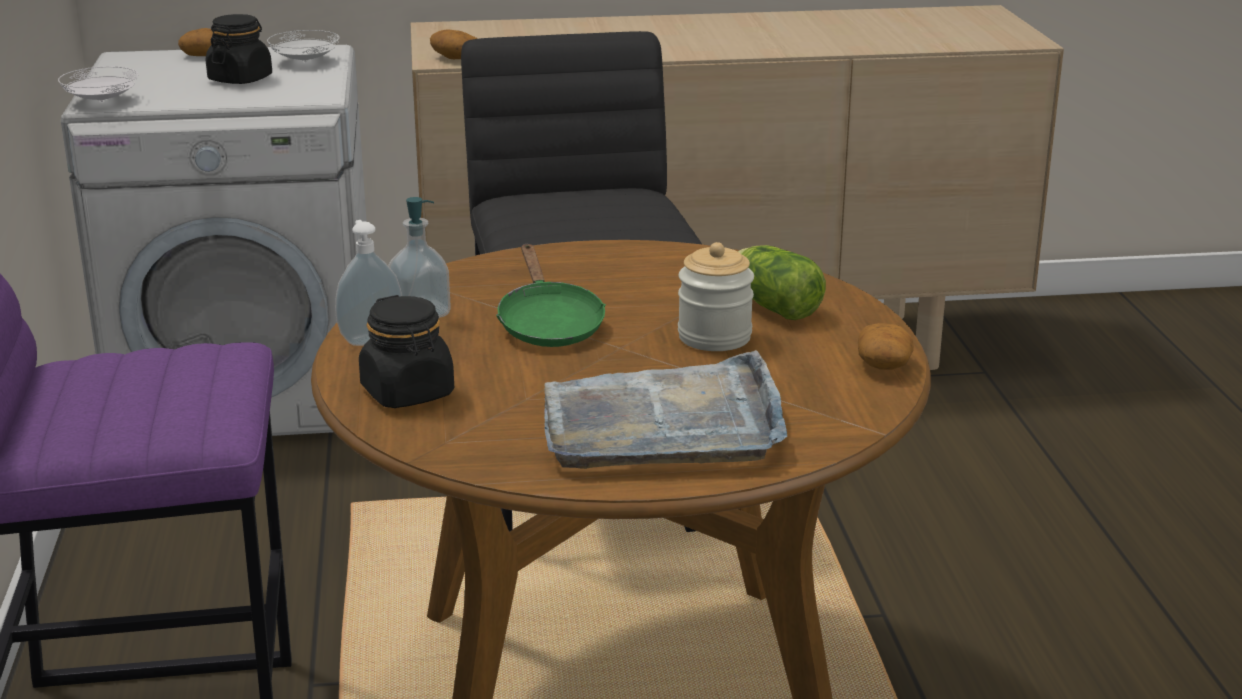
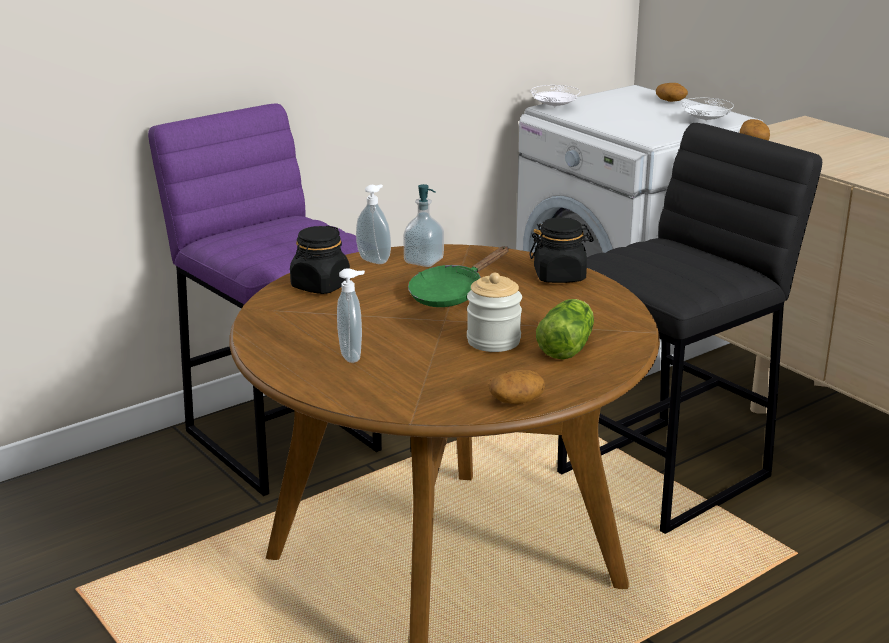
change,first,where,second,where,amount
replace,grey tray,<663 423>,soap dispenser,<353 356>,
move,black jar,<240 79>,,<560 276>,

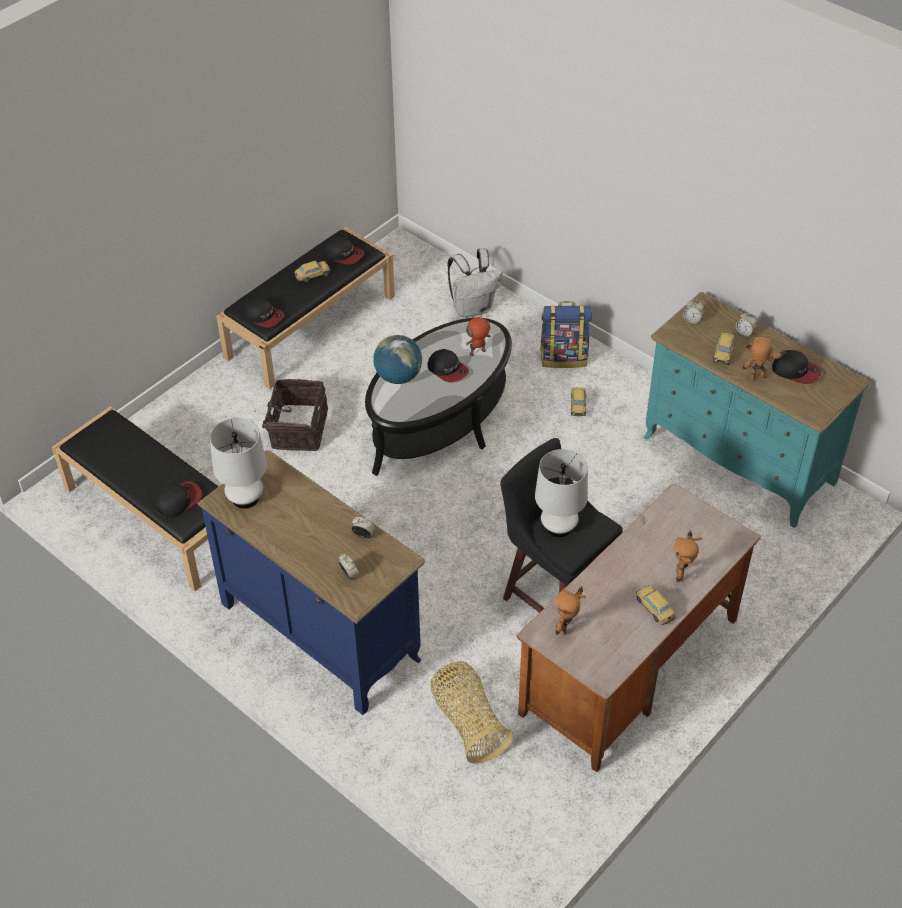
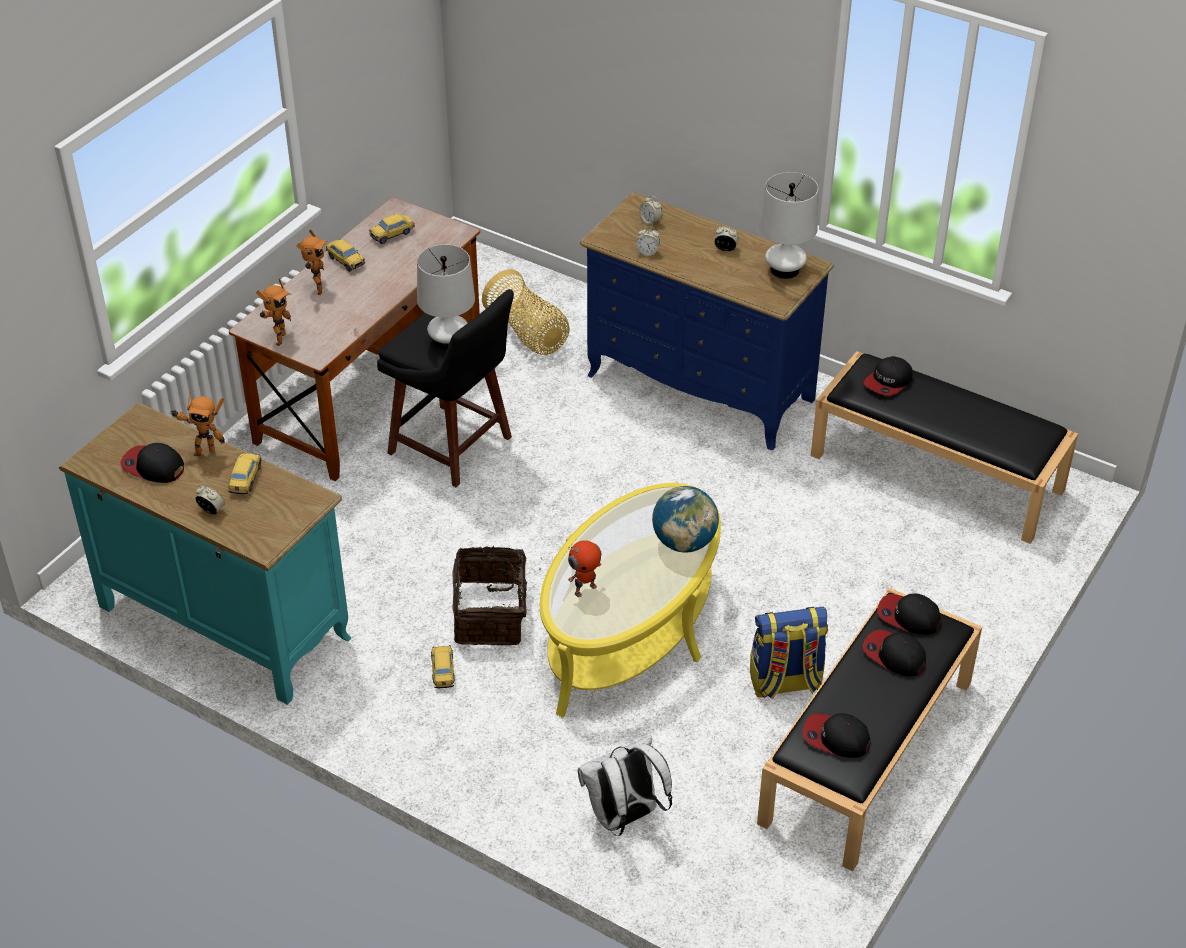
change,first,where,second,where,amount
move,toy robot,<568 629>,,<278 339>,
move,toy car,<312 275>,,<392 234>,
move,basket,<297 428>,,<491 615>,
recolor,black coffee table,<440 420>,yellow coffee table,<630 628>,
move,alarm clock,<692 320>,,<726 249>,
move,backpack,<564 357>,,<785 683>,
move,cap,<448 369>,,<894 655>,

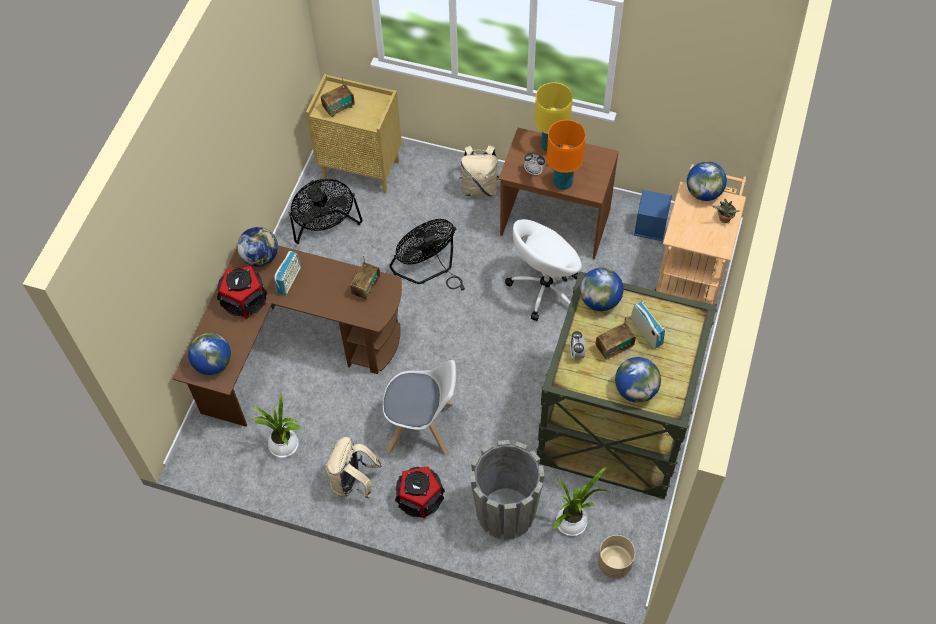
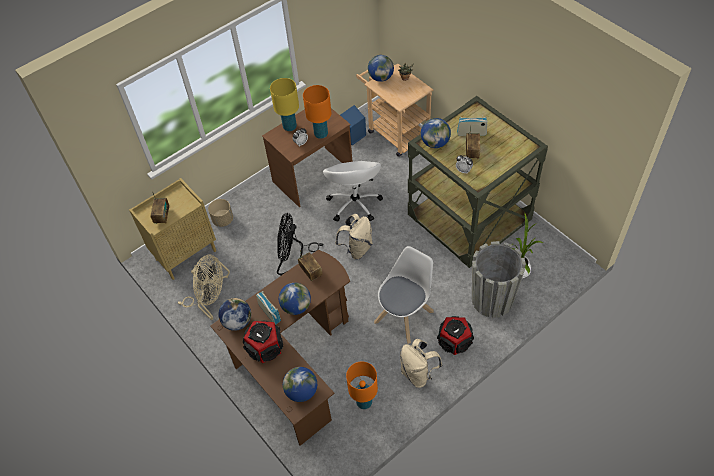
change,first,where,second,where,amount
recolor,black fan,<322 224>,beige fan,<209 297>,
move,beige planter,<614 563>,,<223 220>,
move,globe,<635 390>,,<296 307>,
move,beige backpack,<480 187>,,<357 249>,
replace,potted plant,<285 446>,orange table lamp,<364 402>,

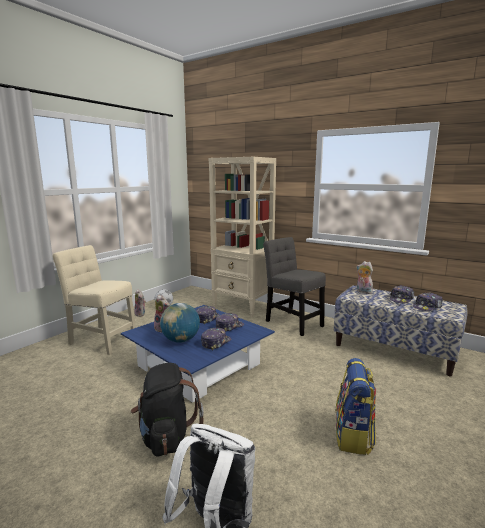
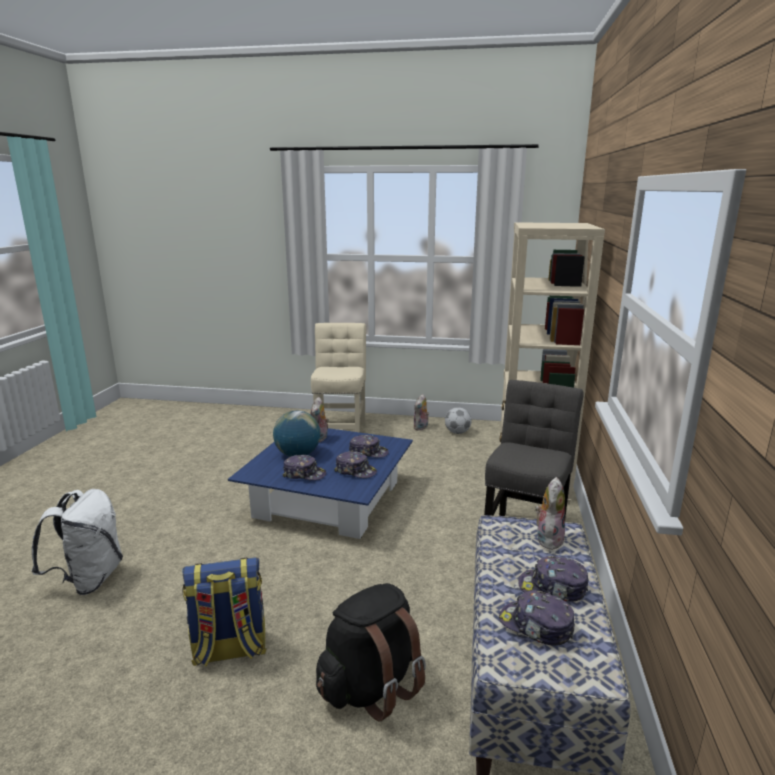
change,first,where,second,where,amount
move,black backpack,<166 437>,,<372 686>,

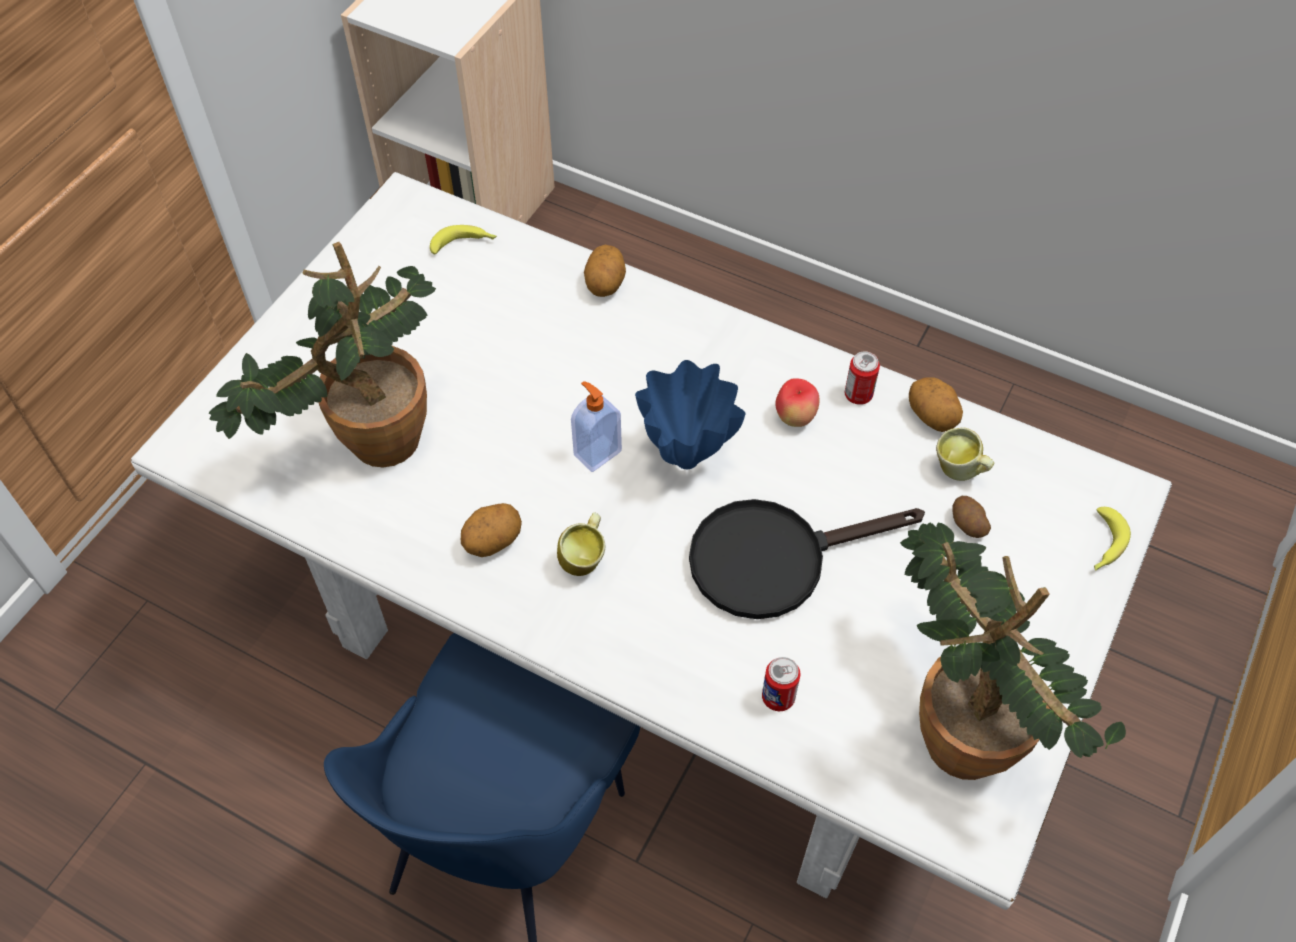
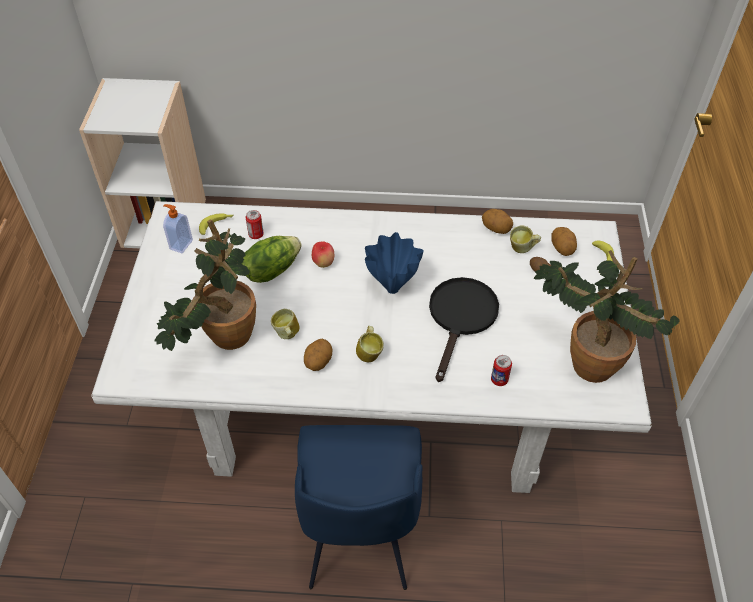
change,first,where,second,where,amount
move,soap dispenser,<596 452>,,<180 244>,
insert,,,lettuce,<271 270>,
move,can,<858 395>,,<256 235>,
insert,,,mug,<286 335>,
move,apple,<795 418>,,<323 263>,
rotate,black frying pan,<774 558>,,<461 318>,150 degrees clockwise
move,potato,<605 284>,,<562 249>,

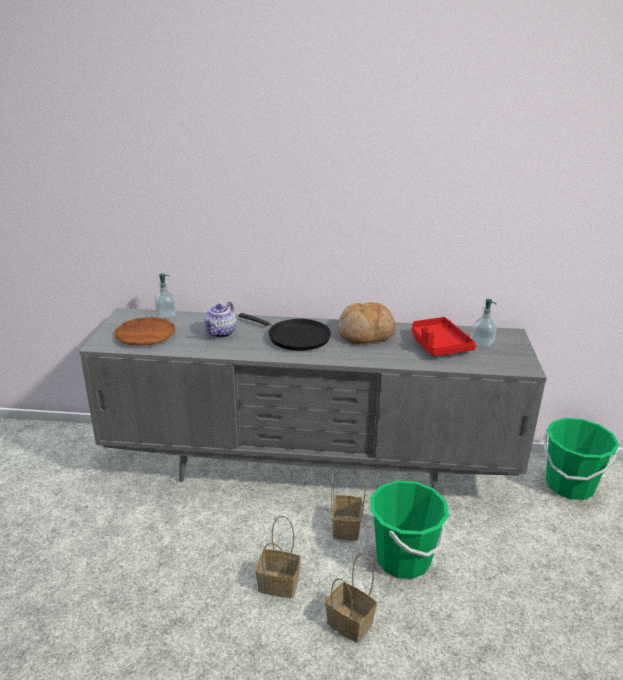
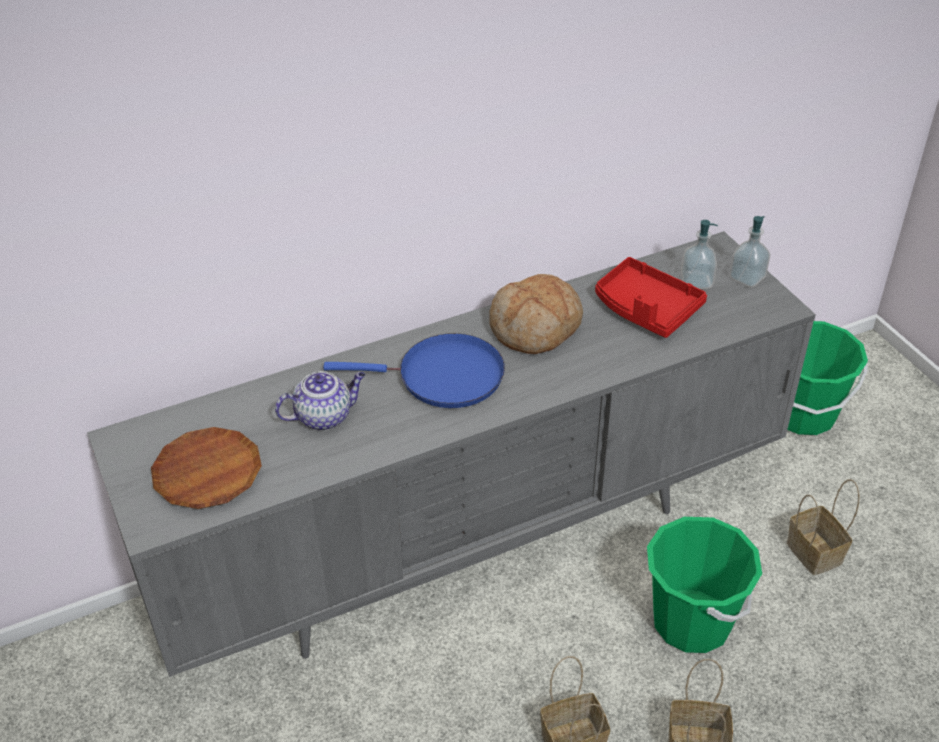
change,first,where,second,where,amount
rotate,teapot,<221 333>,,<324 416>,105 degrees counterclockwise
recolor,black frying pan,<295 337>,blue frying pan,<443 377>,
move,soap dispenser,<166 315>,,<747 278>,
move,basket,<347 528>,,<816 553>,

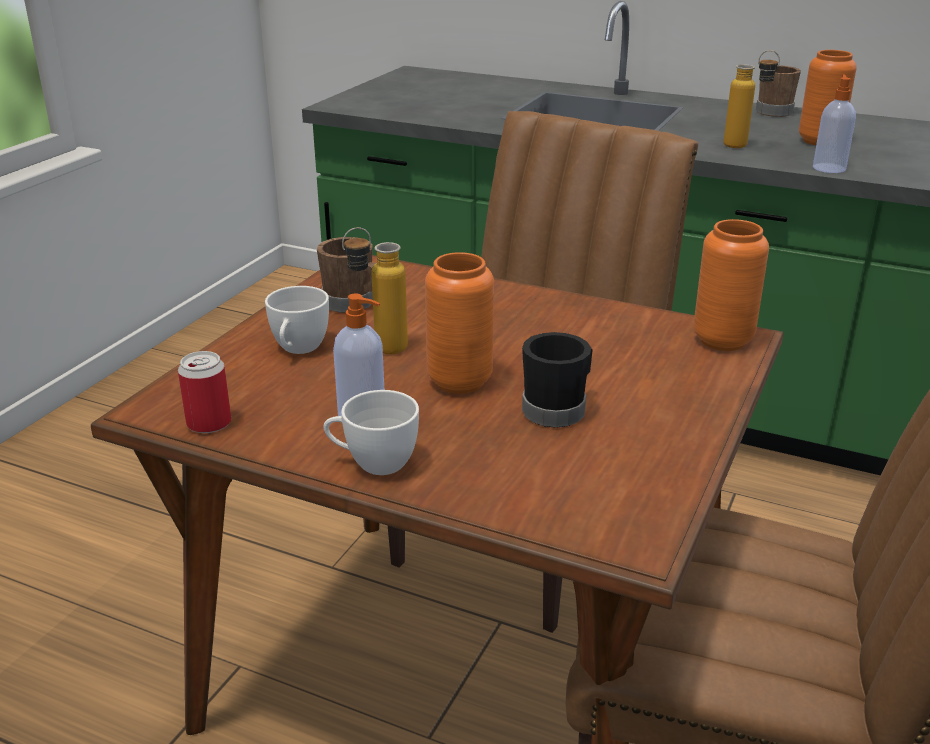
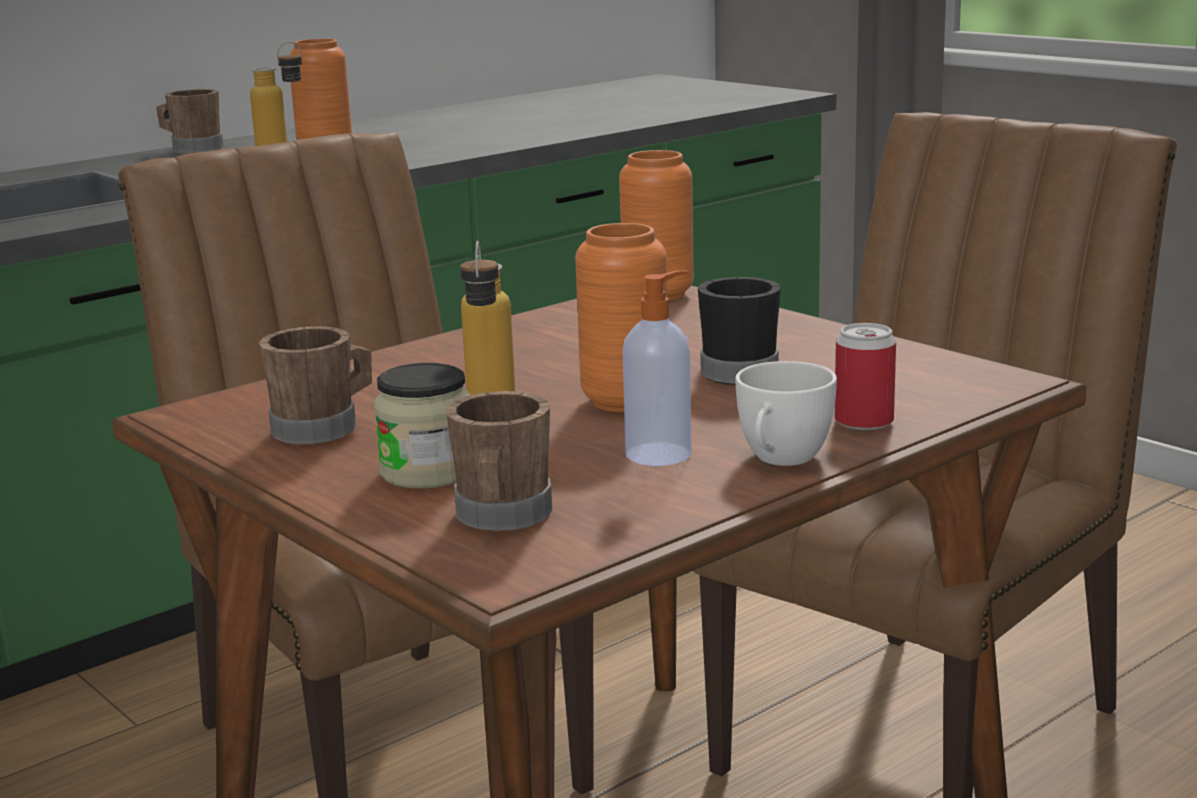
change,first,where,second,where,amount
replace,white cup,<298 349>,jar,<427 471>,
insert,,,brown mug,<502 518>,
move,can,<209 423>,,<864 422>,
delete,soap dispenser,<829 168>,,,

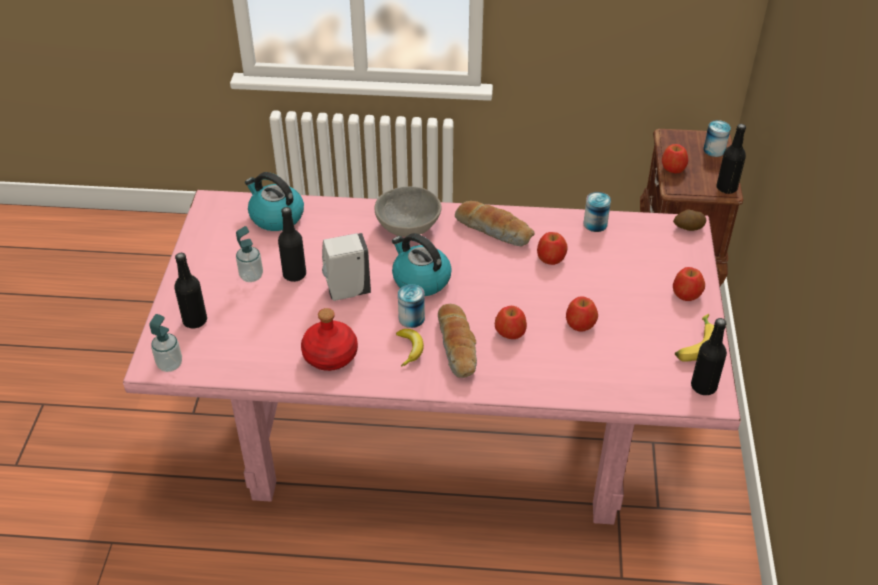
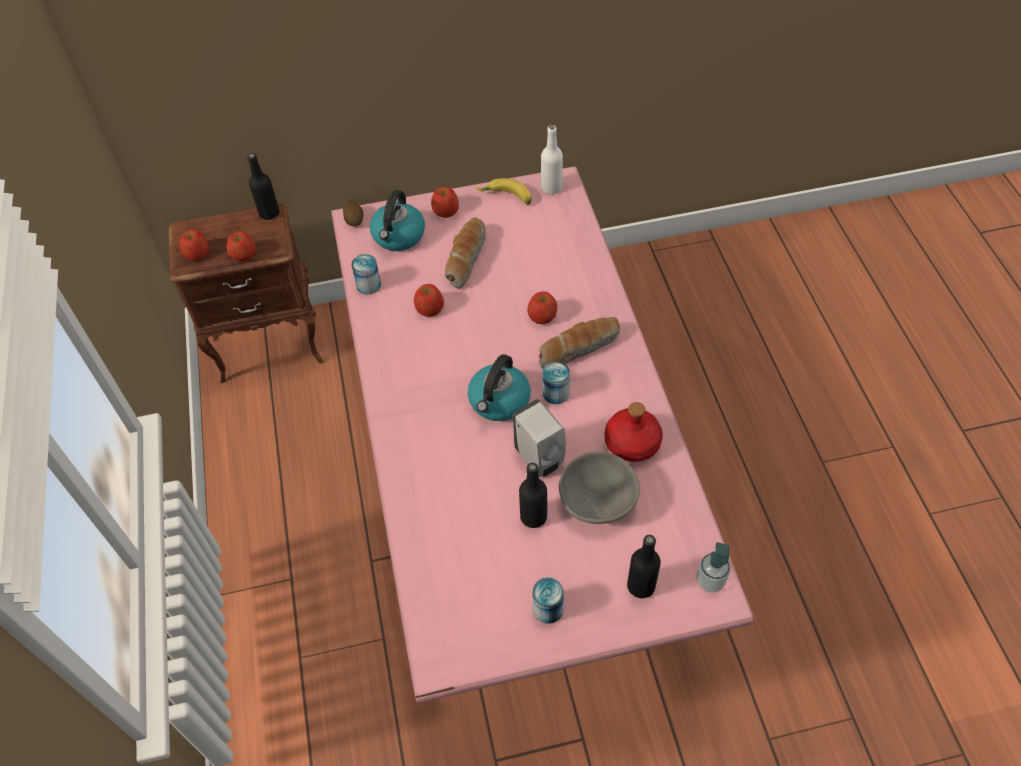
change,first,where,second,where,amount
move,apple,<580 323>,,<197 253>,
move,kettle,<276 216>,,<398 236>,
move,bread,<494 230>,,<465 258>,
move,can,<714 150>,,<548 609>,
recolor,black bottle,<703 386>,white bottle,<551 188>,
move,grey bowl,<408 225>,,<596 501>,
delete,soap dispenser,<251 276>,,,
delete,banana,<410 349>,,,

